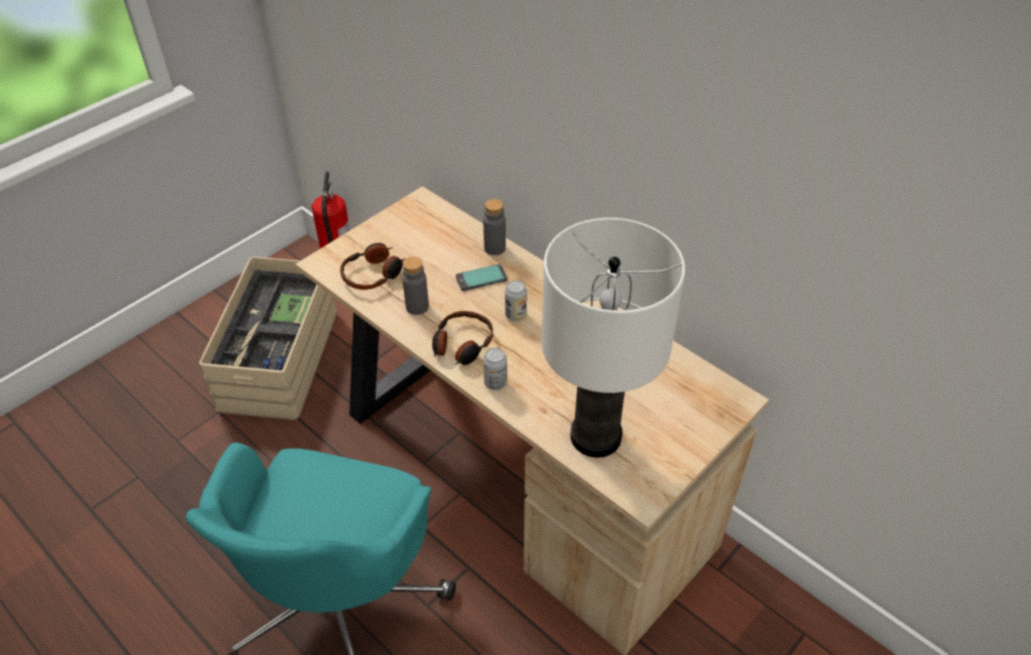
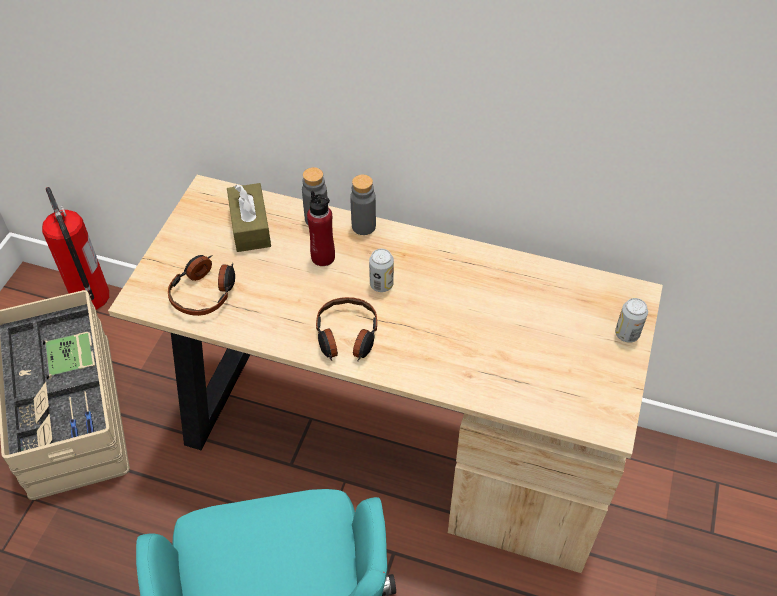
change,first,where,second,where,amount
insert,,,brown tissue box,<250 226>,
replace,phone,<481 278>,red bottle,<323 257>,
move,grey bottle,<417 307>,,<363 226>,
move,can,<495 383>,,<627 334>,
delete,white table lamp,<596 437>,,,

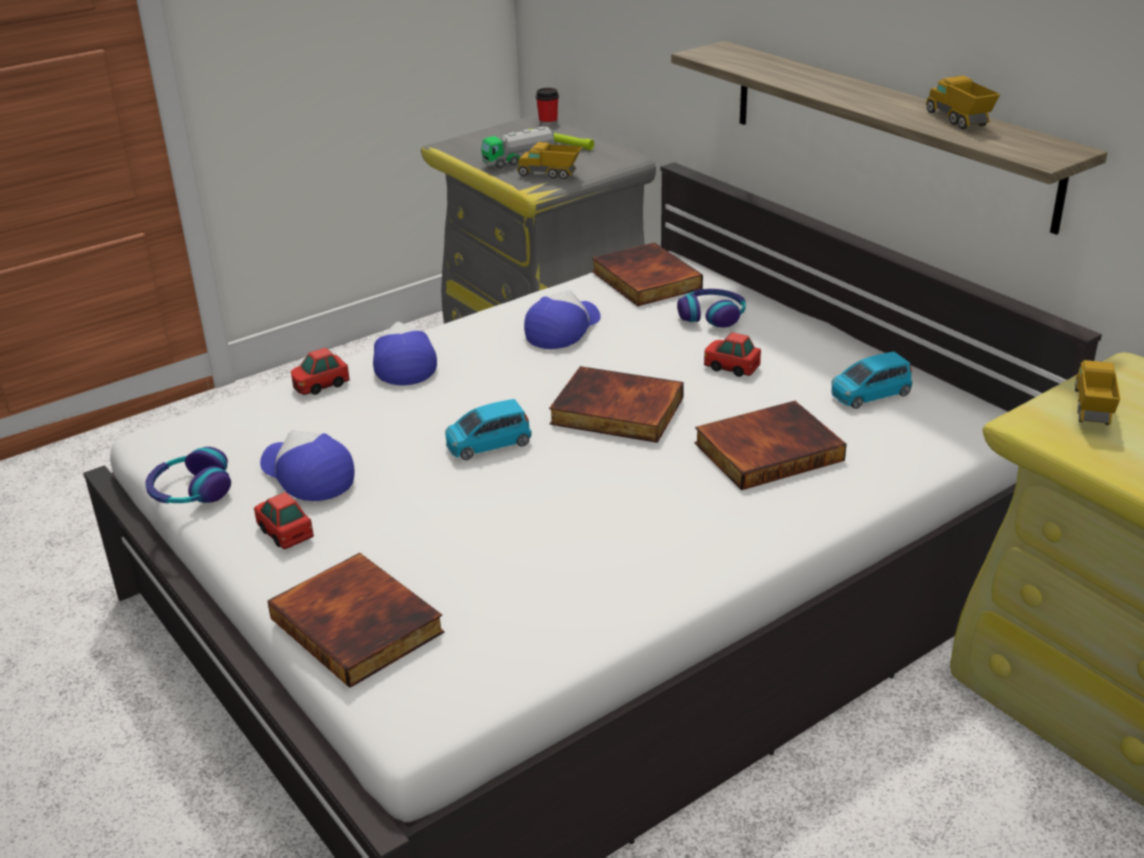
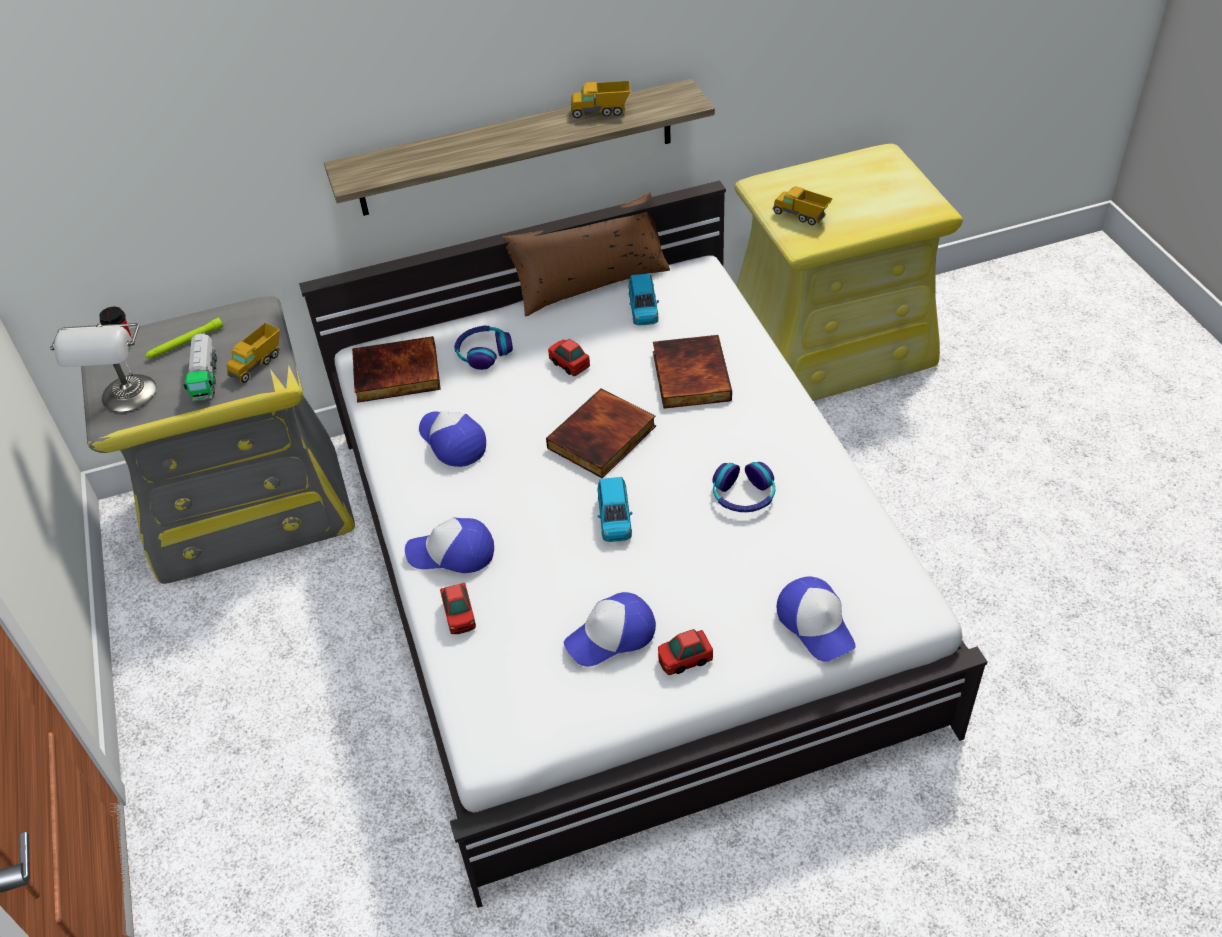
change,first,where,second,where,amount
insert,,,white table lamp,<128 401>,
insert,,,brown pillow,<590 282>,
rotate,toy car,<731 367>,,<569 363>,90 degrees clockwise
move,headphones,<190 491>,,<743 495>,
replace,book,<360 624>,cap,<816 624>,

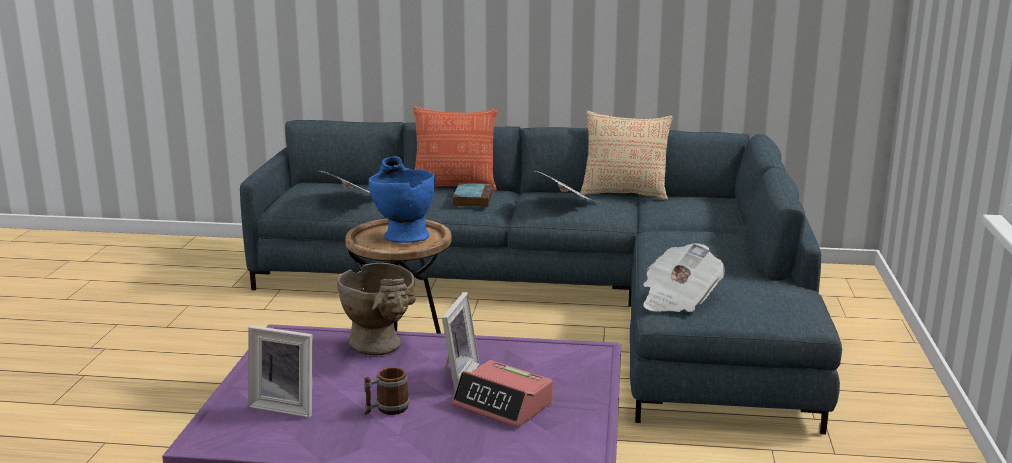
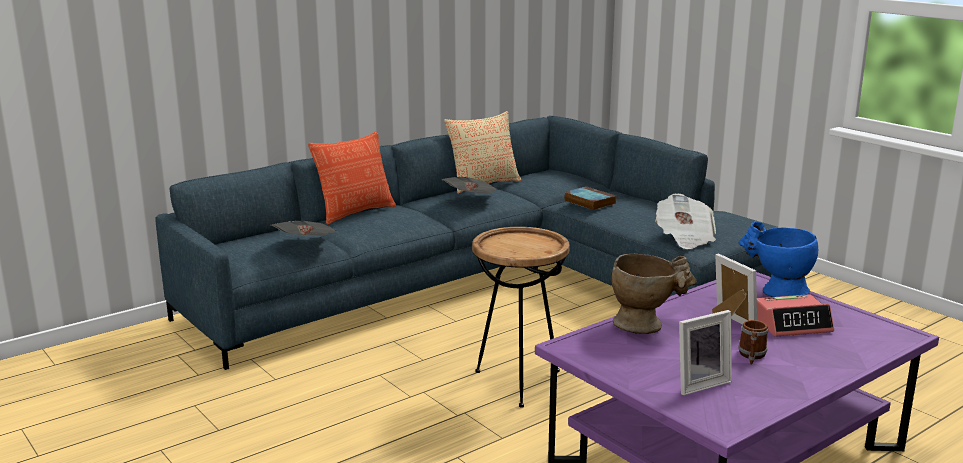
change,first,where,second,where,amount
move,book,<473 199>,,<588 202>,
move,blue vase,<401 235>,,<776 292>,

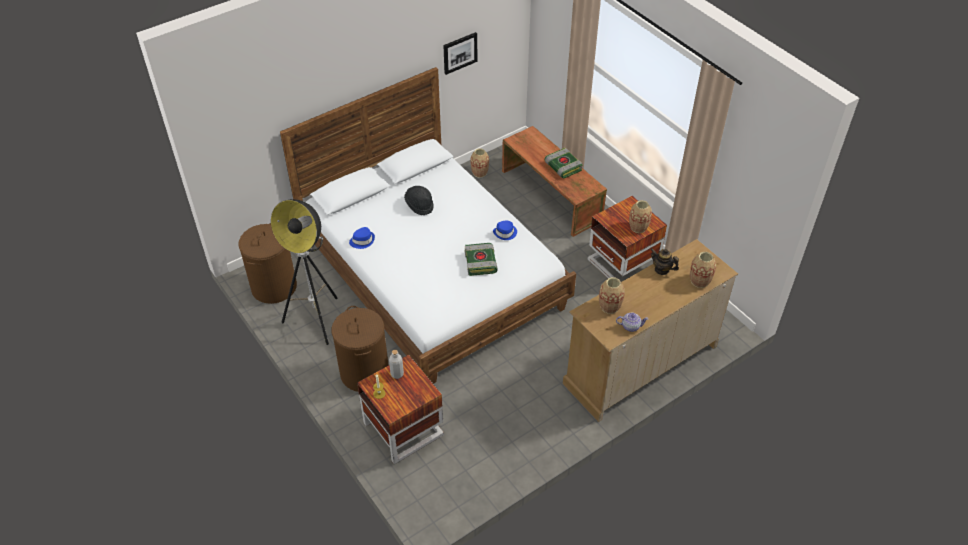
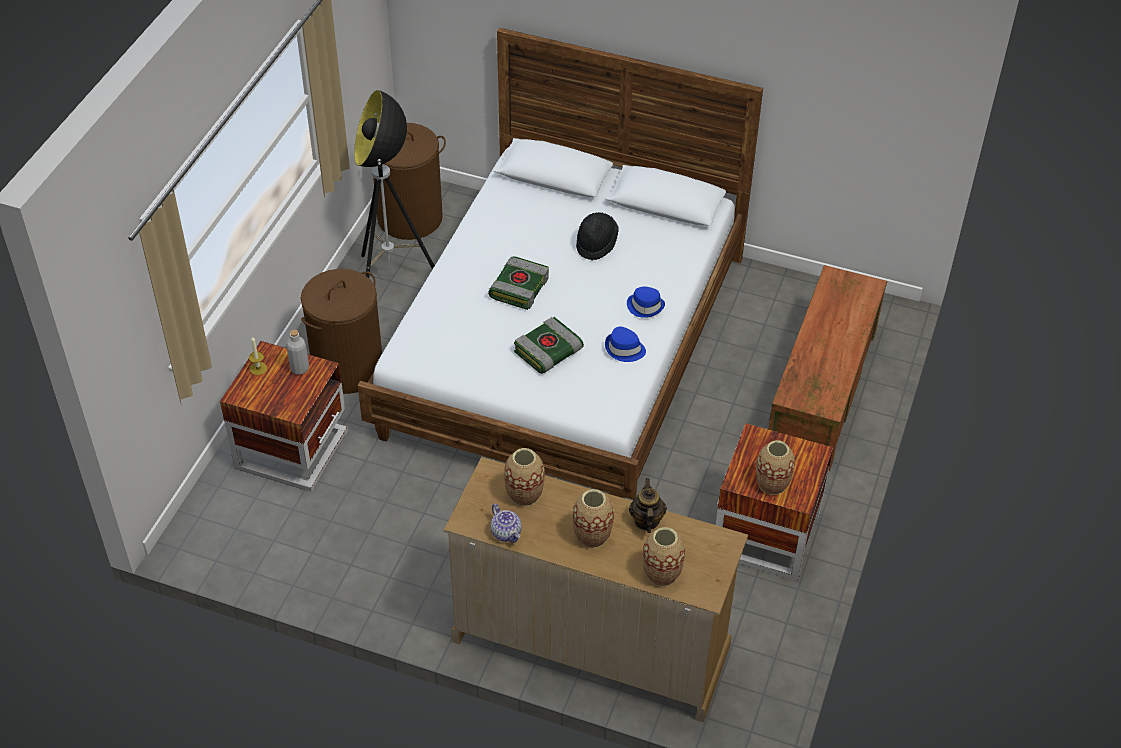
change,first,where,second,where,amount
move,book,<562 166>,,<519 287>,
move,vase,<479 172>,,<592 535>,
move,blue hat,<362 240>,,<645 306>,
delete,picture,<459 52>,,,

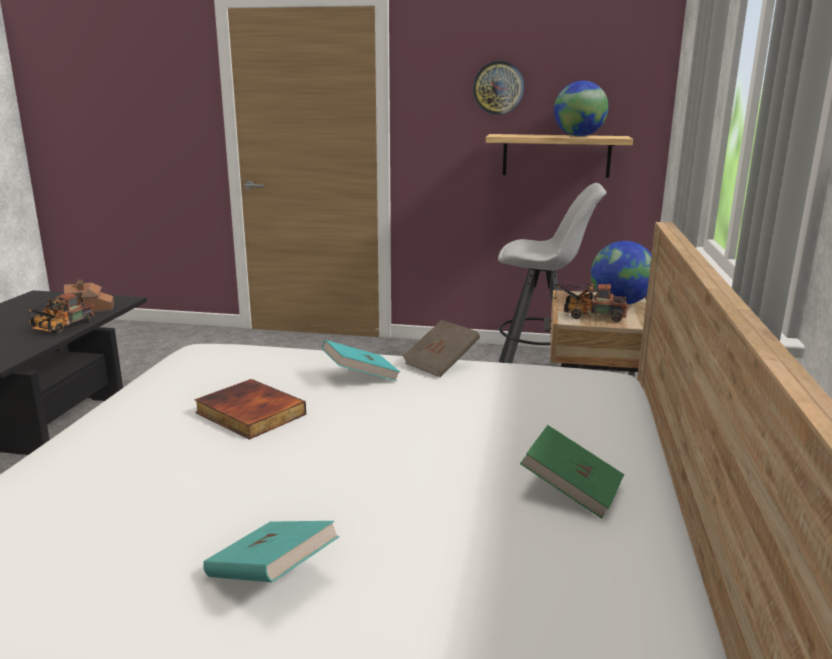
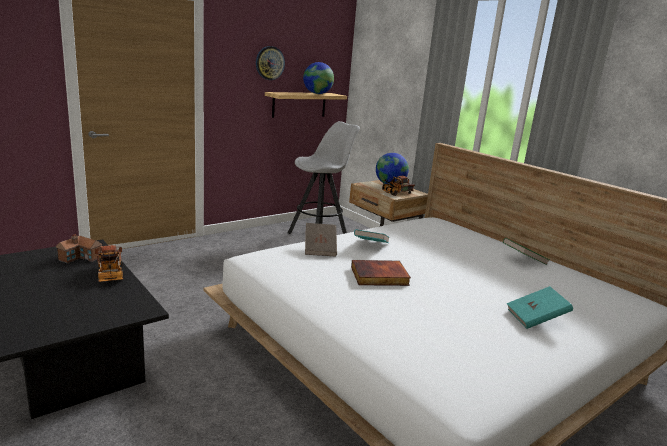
change,first,where,second,where,amount
move,brown book,<441 363>,,<320 249>,

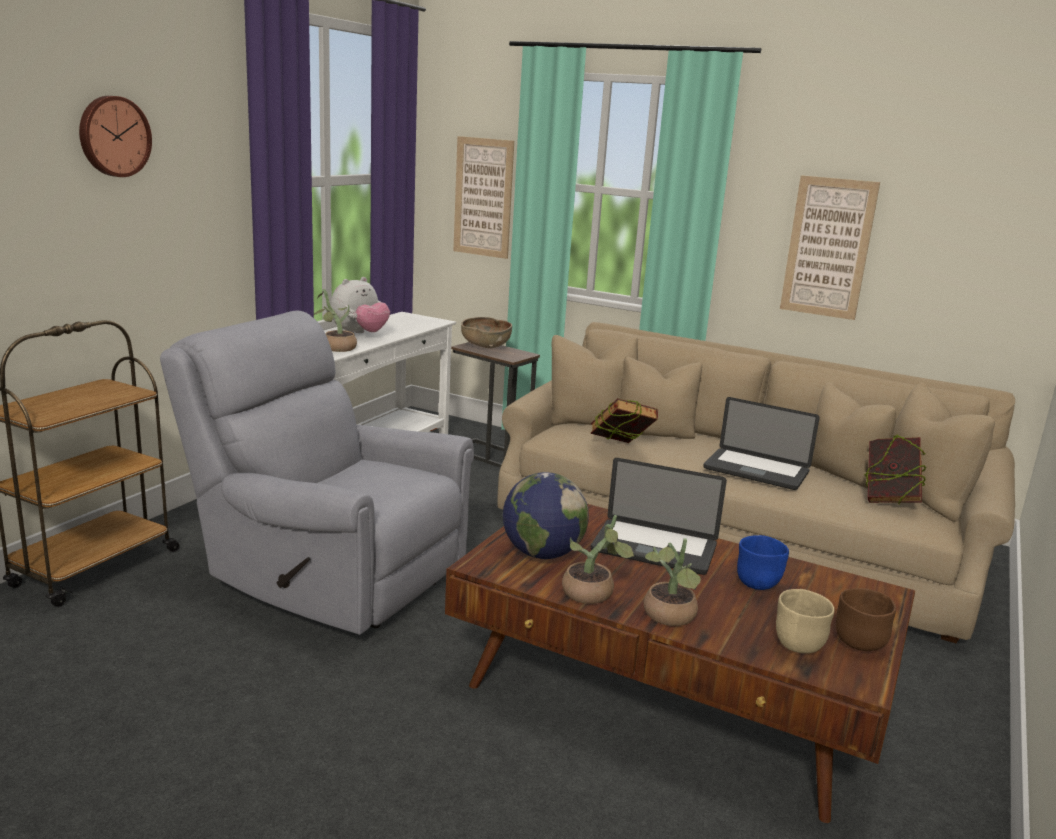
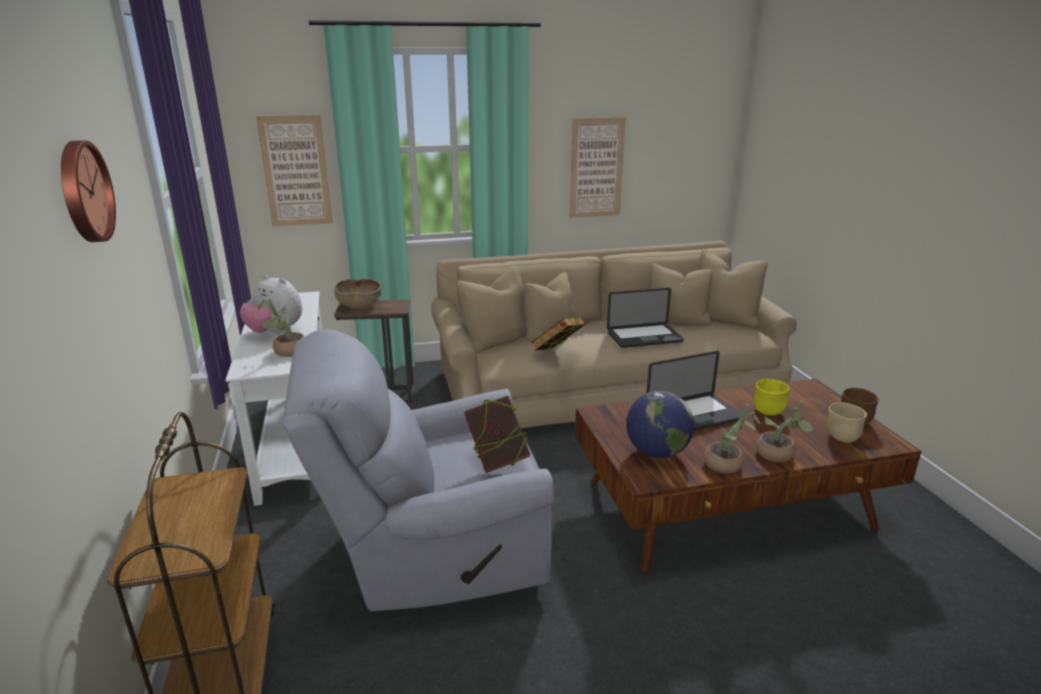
change,first,where,second,where,amount
rotate,plush toy,<359 334>,,<275 331>,120 degrees clockwise
move,book,<888 500>,,<497 460>,
recolor,blue bowl,<758 584>,yellow bowl,<768 411>,

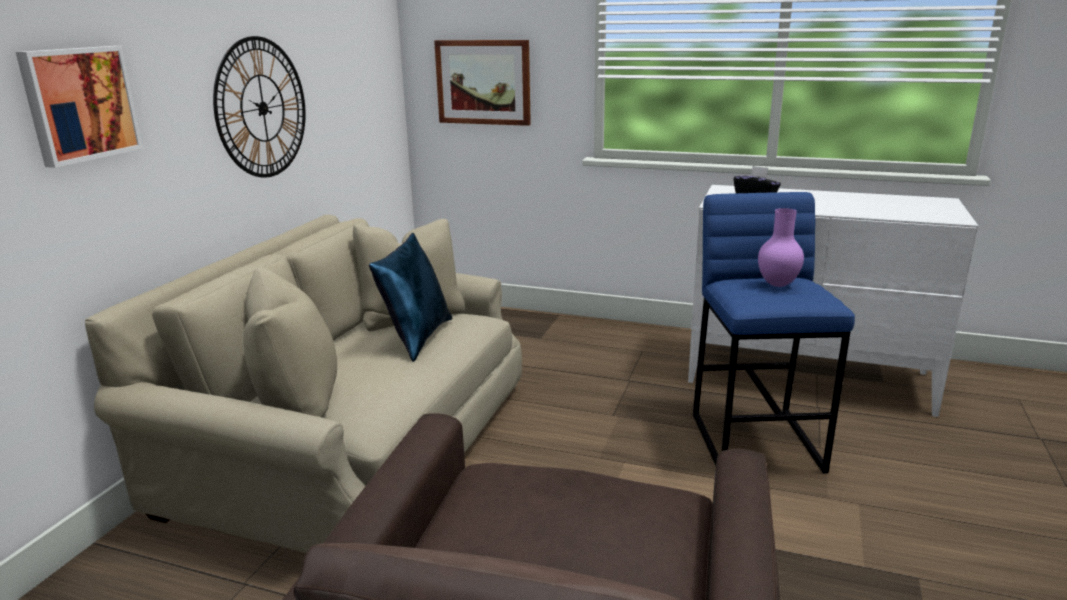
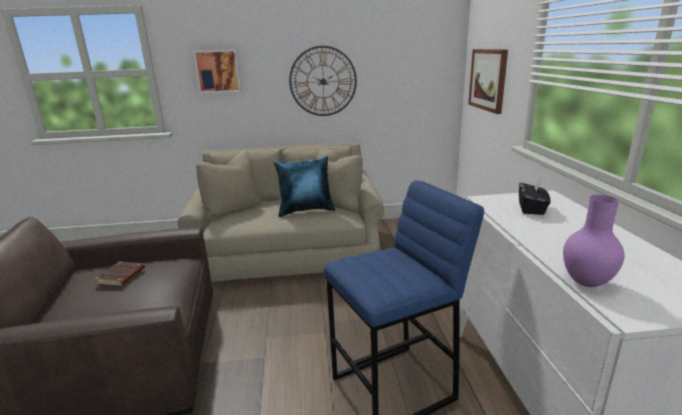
change,first,where,second,where,amount
insert,,,brown book,<122 277>,
move,purple vase,<778 285>,,<585 283>,

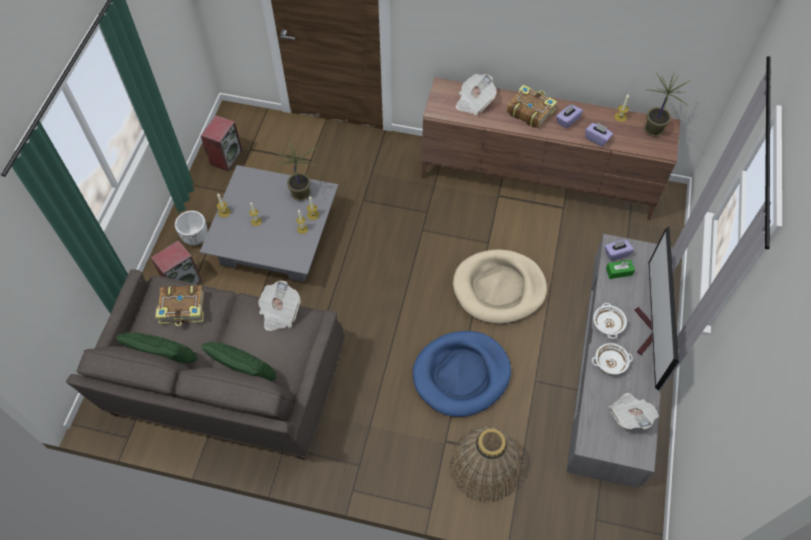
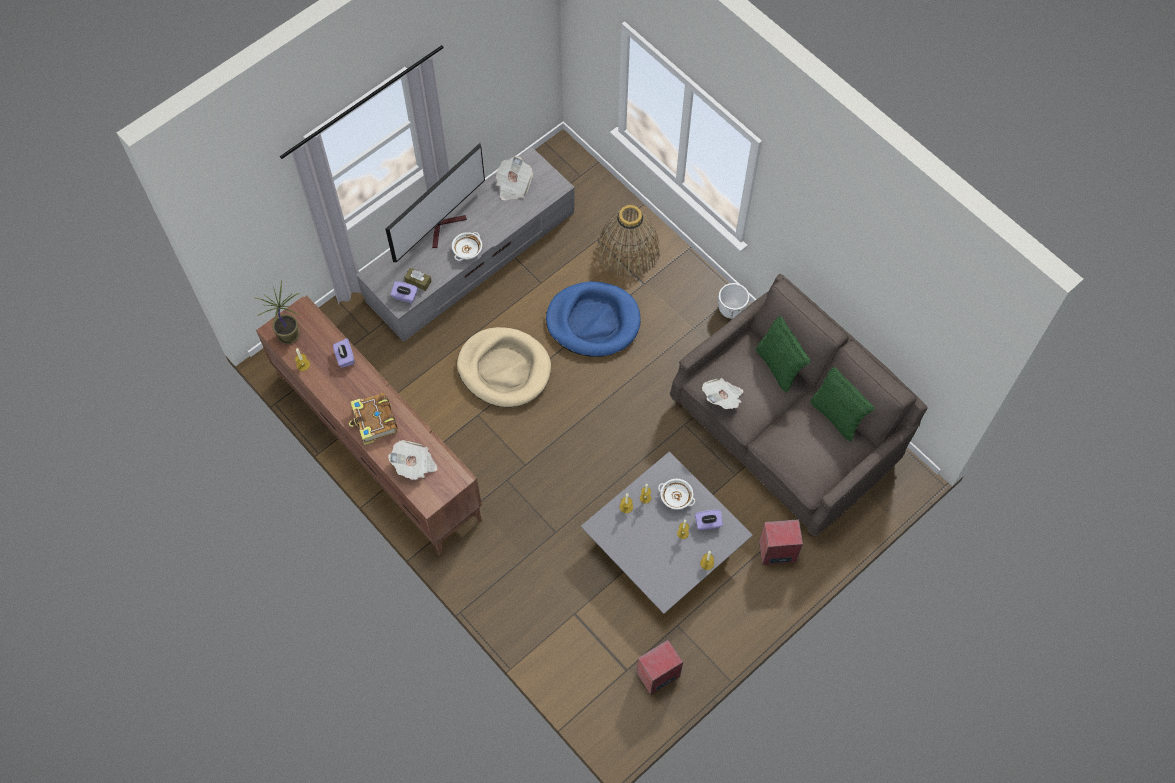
change,first,where,second,where,amount
recolor,green tissue box,<619 272>,brown tissue box,<418 281>,
move,white bowl,<610 362>,,<675 497>,
move,purple tissue box,<567 120>,,<708 523>,
move,white planter,<195 238>,,<731 310>,
delete,book,<183 309>,,,
delete,potted plant,<301 193>,,,

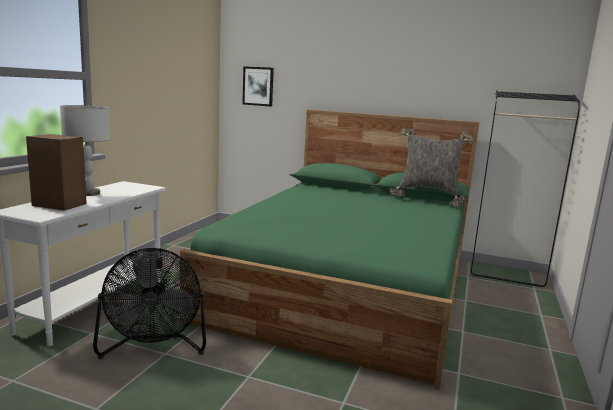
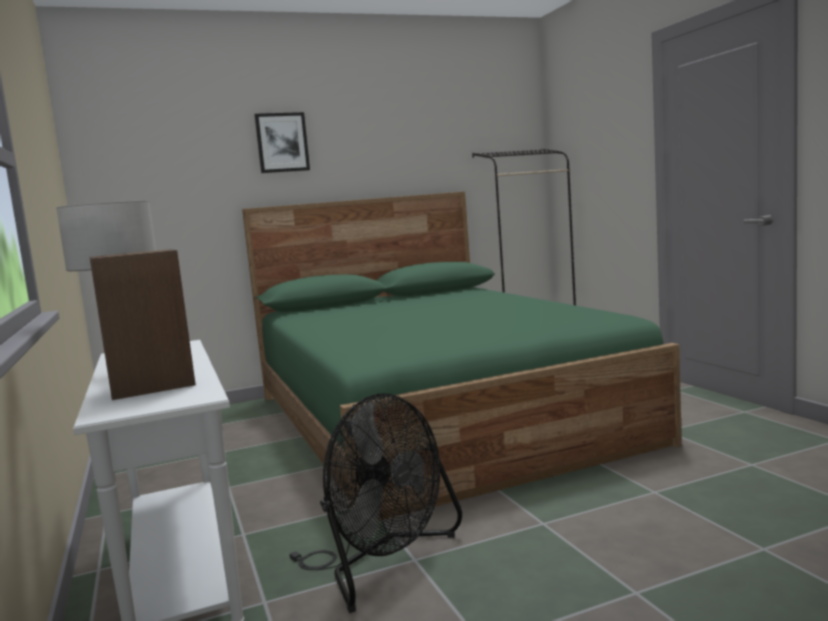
change,first,where,second,where,amount
move,picture,<258 86>,,<282 142>,
delete,pillow,<427 200>,,,

